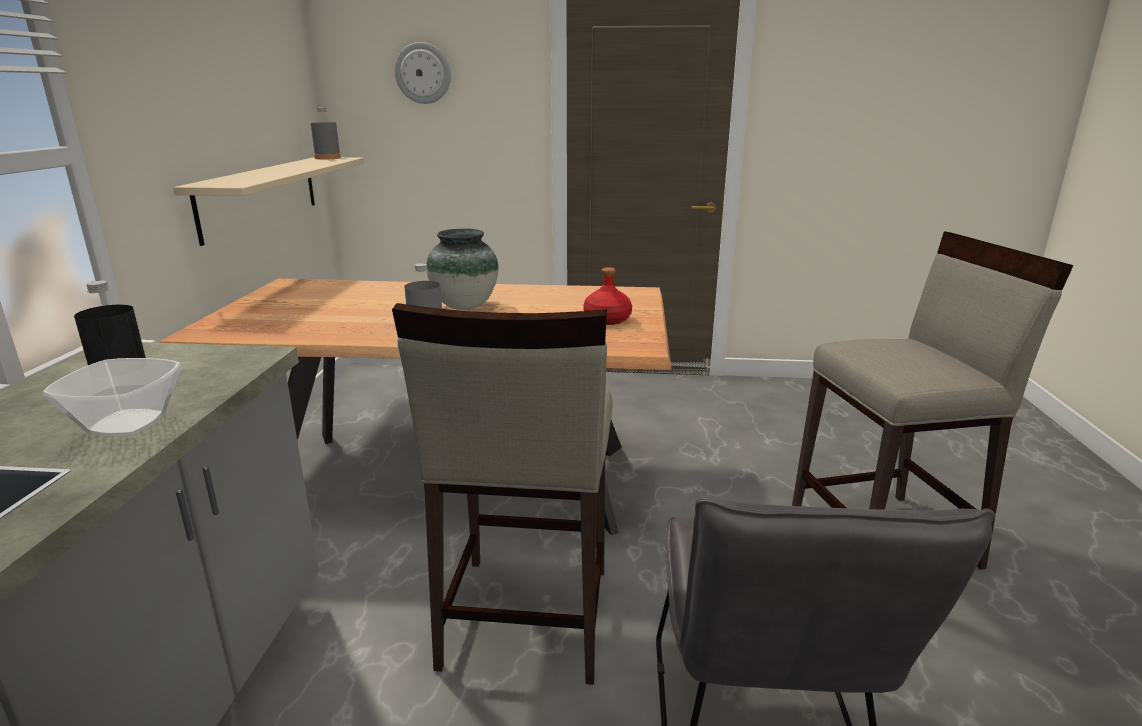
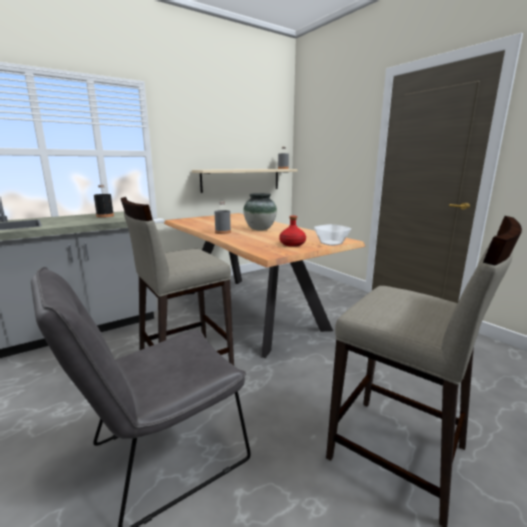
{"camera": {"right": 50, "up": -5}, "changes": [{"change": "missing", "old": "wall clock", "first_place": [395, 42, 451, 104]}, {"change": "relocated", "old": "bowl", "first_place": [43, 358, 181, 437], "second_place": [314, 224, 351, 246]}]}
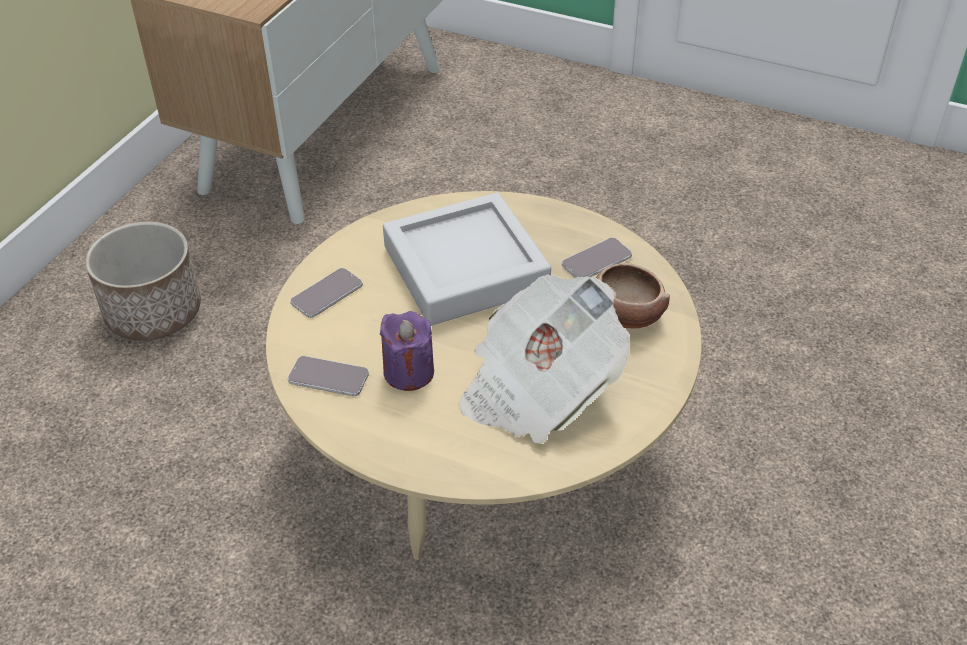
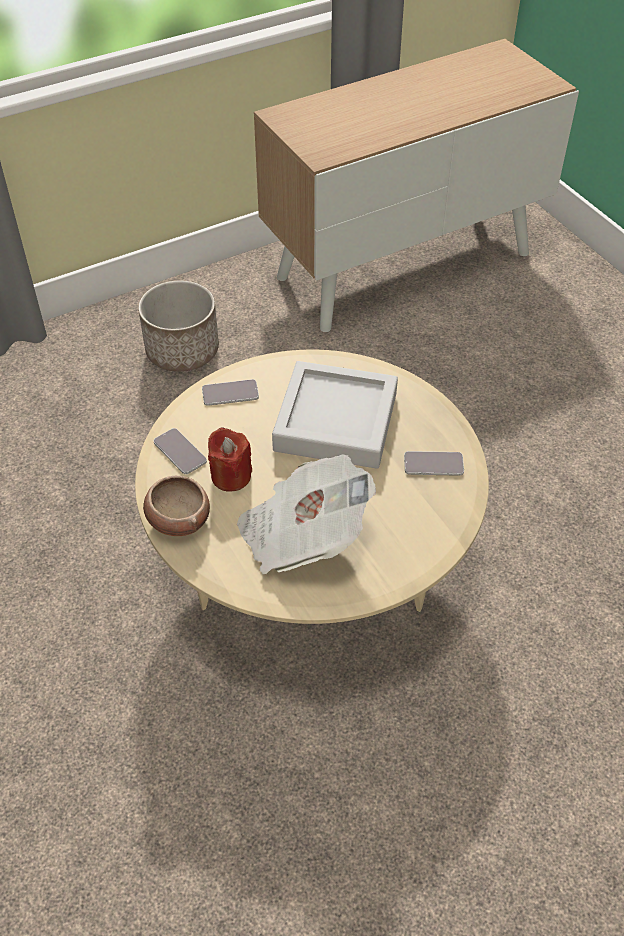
{"camera": {"right": 35, "up": 5}, "changes": [{"change": "relocated", "old": "bowl", "first_place": [596, 263, 670, 329], "second_place": [143, 476, 210, 536]}, {"change": "colour", "old": "purple candle", "new": "red candle", "first_place": [380, 311, 434, 391], "second_place": [208, 427, 252, 491]}]}
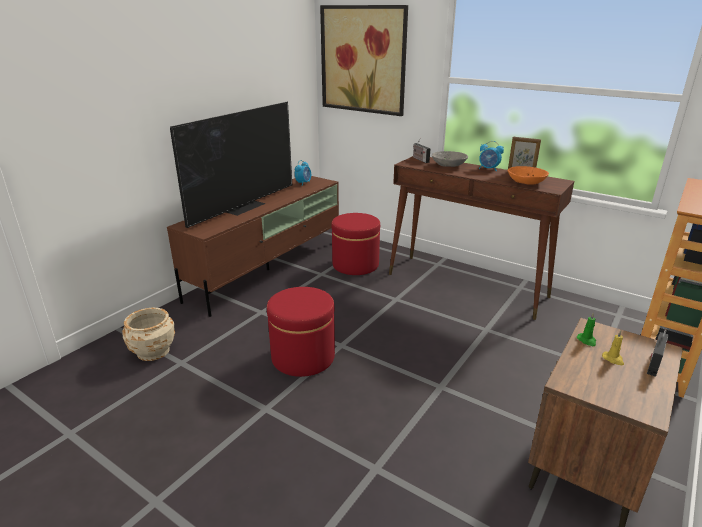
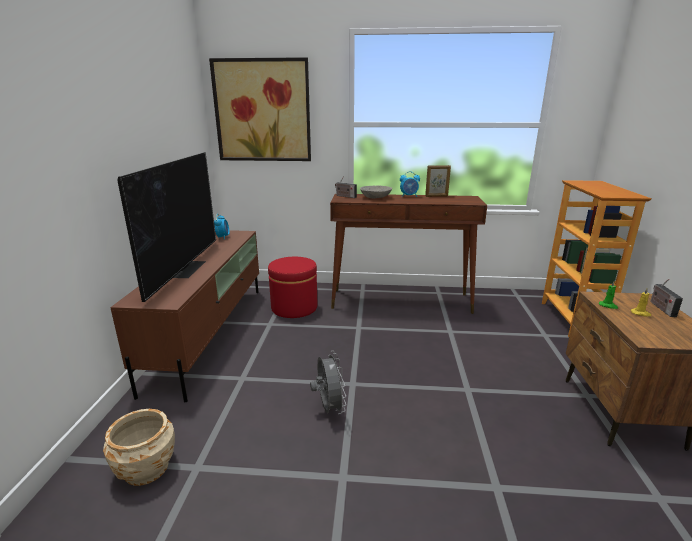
{"camera": {"right": -30, "up": -5}, "changes": [{"change": "missing", "old": "orange bowl", "first_place": [507, 166, 549, 185]}, {"change": "exchanged", "old": "red ottoman", "new": "grey fan", "first_place": [267, 287, 335, 377], "second_place": [310, 351, 346, 414]}]}
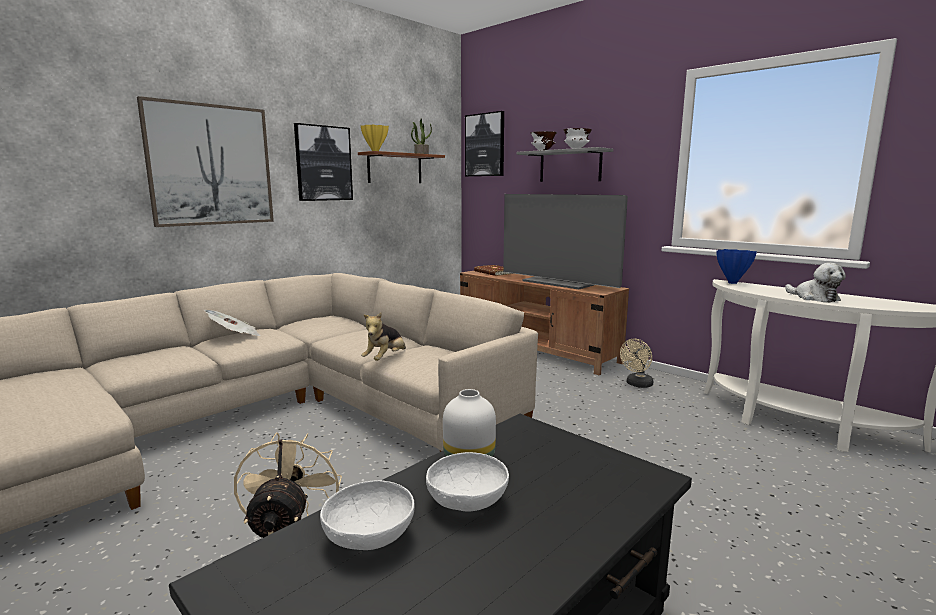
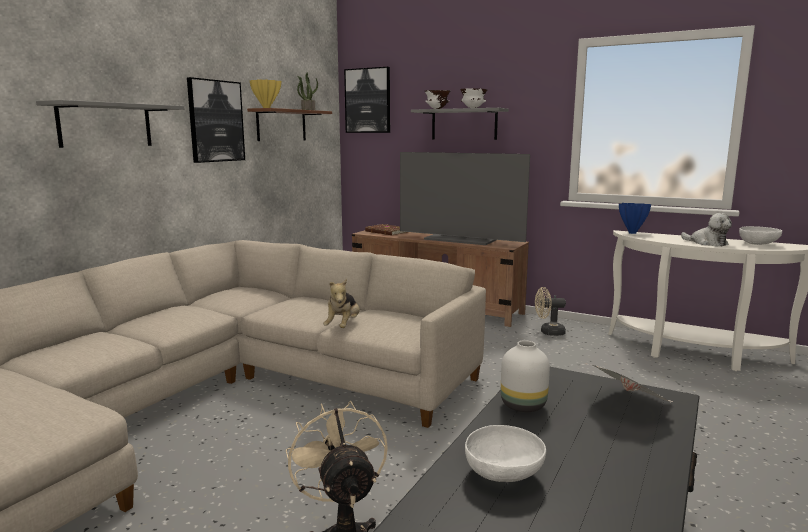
{"camera": {"right": -15, "up": 0}, "changes": [{"change": "relocated", "old": "newspaper", "first_place": [203, 310, 261, 336], "second_place": [589, 364, 673, 403]}, {"change": "relocated", "old": "white bowl", "first_place": [426, 452, 509, 511], "second_place": [739, 226, 782, 245]}, {"change": "exchanged", "old": "picture", "new": "grey shelf", "first_place": [137, 96, 274, 227], "second_place": [36, 100, 184, 148]}, {"change": "spun", "old": "beige fan", "first_place": [620, 339, 654, 388], "second_place": [535, 287, 566, 336], "degrees": 60}]}
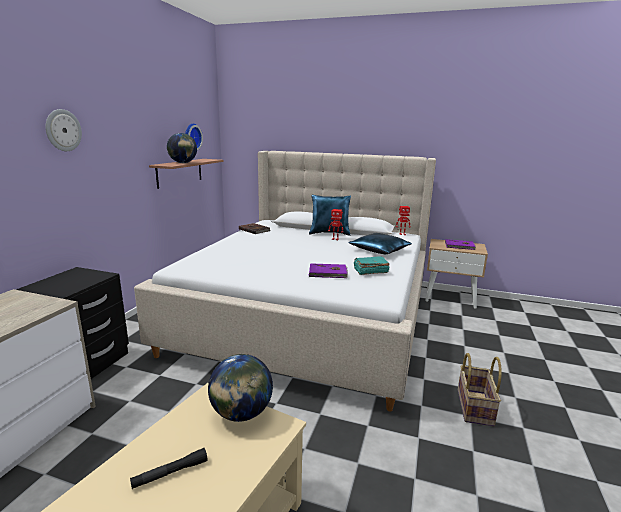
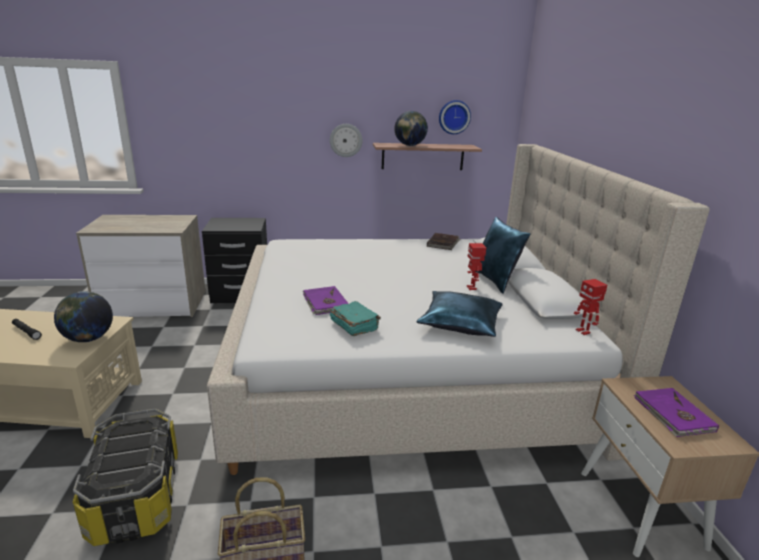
{"camera": {"right": 65, "up": 5}, "changes": [{"change": "appeared", "new": "storage box", "second_place": [73, 409, 178, 546]}, {"change": "relocated", "old": "wall clock", "first_place": [46, 109, 82, 151], "second_place": [330, 124, 362, 157]}]}
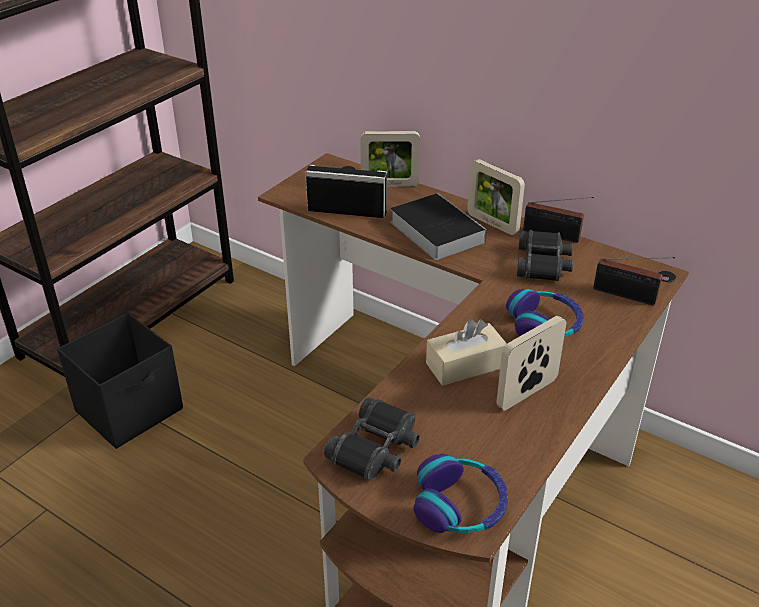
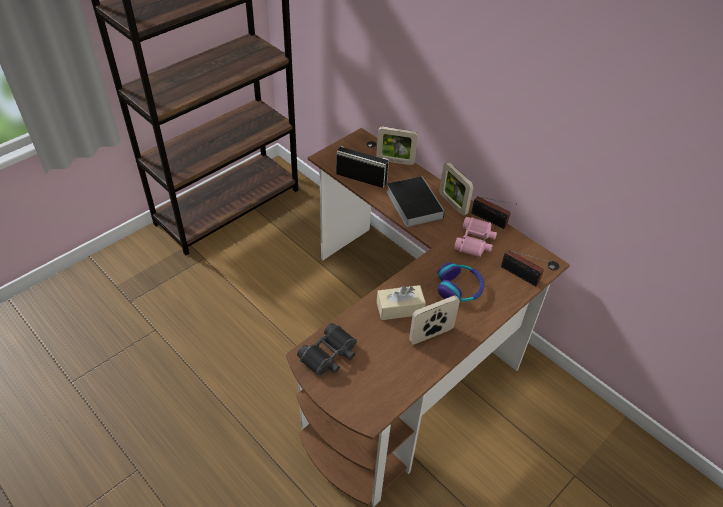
{"camera": {"right": 10, "up": 10}, "changes": [{"change": "missing", "old": "black storage box", "first_place": [57, 313, 183, 449]}, {"change": "missing", "old": "headphones", "first_place": [413, 454, 508, 533]}, {"change": "colour", "old": "black binoculars", "new": "pink binoculars", "first_place": [517, 230, 573, 281], "second_place": [454, 217, 497, 257]}]}
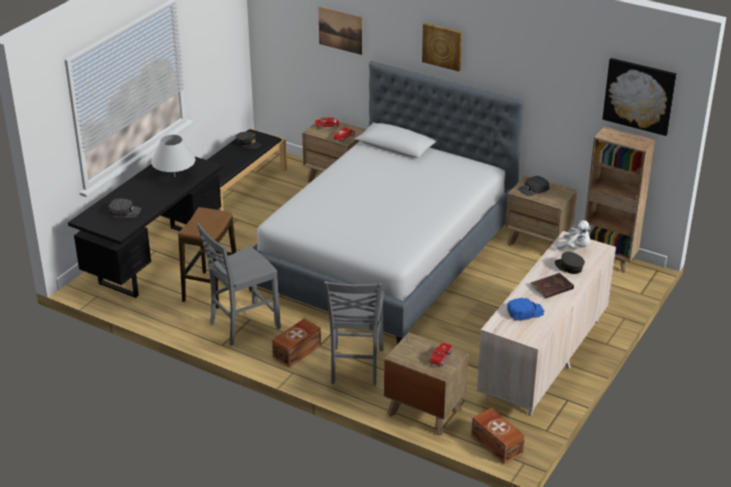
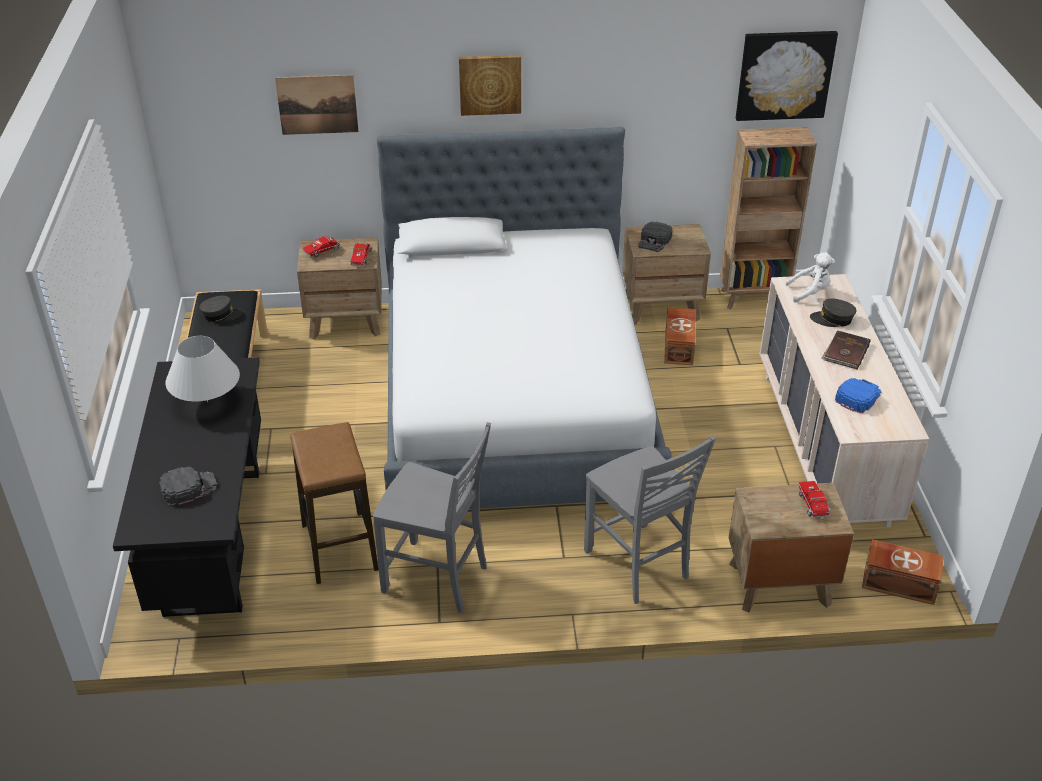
{"camera": {"right": -35, "up": 5}, "changes": [{"change": "relocated", "old": "brown storage box", "first_place": [272, 319, 321, 367], "second_place": [664, 307, 696, 365]}, {"change": "spun", "old": "grey chair", "first_place": [197, 223, 281, 346], "second_place": [373, 422, 491, 613], "degrees": -90}]}
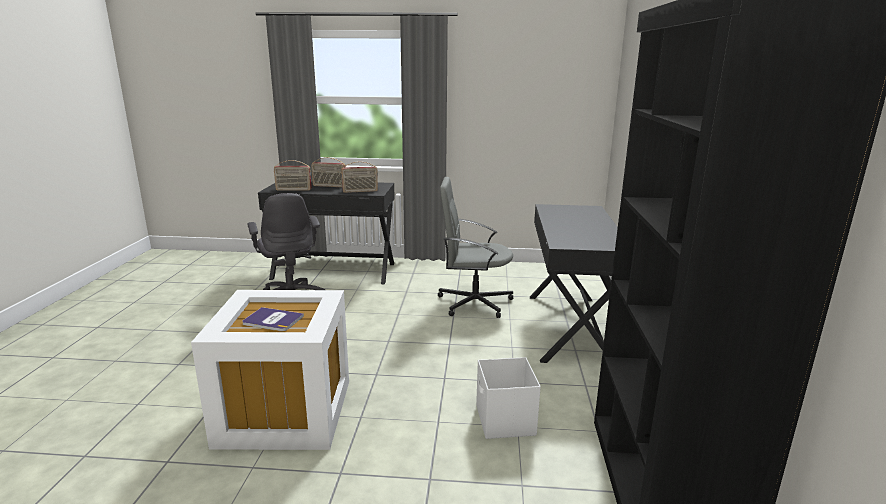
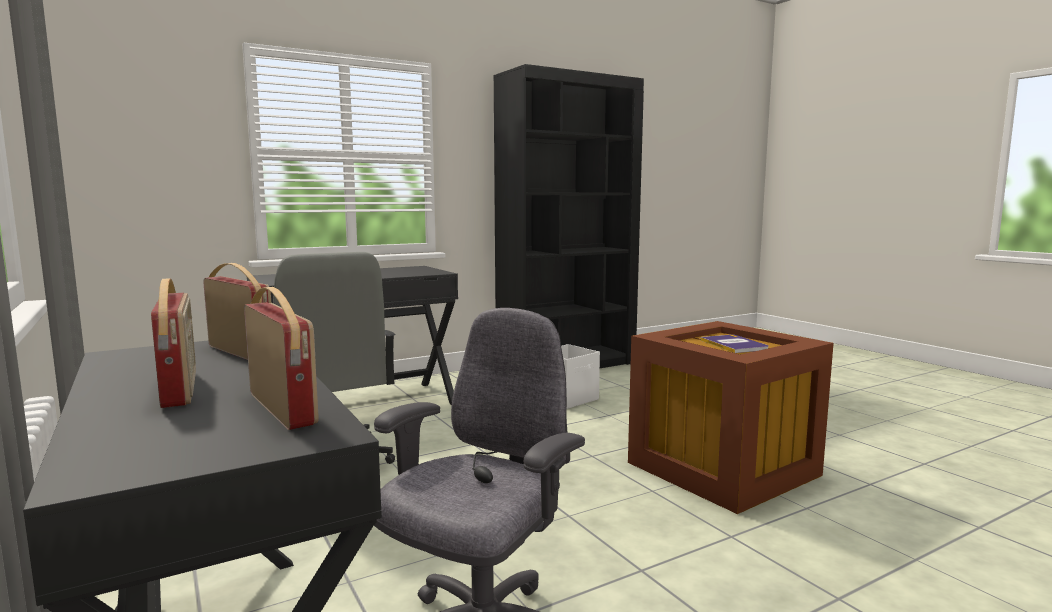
{"camera": {"right": -125, "up": -10}, "changes": [{"change": "colour", "old": "white storage box", "new": "brown storage box", "first_place": [191, 290, 349, 450], "second_place": [628, 321, 834, 514]}]}
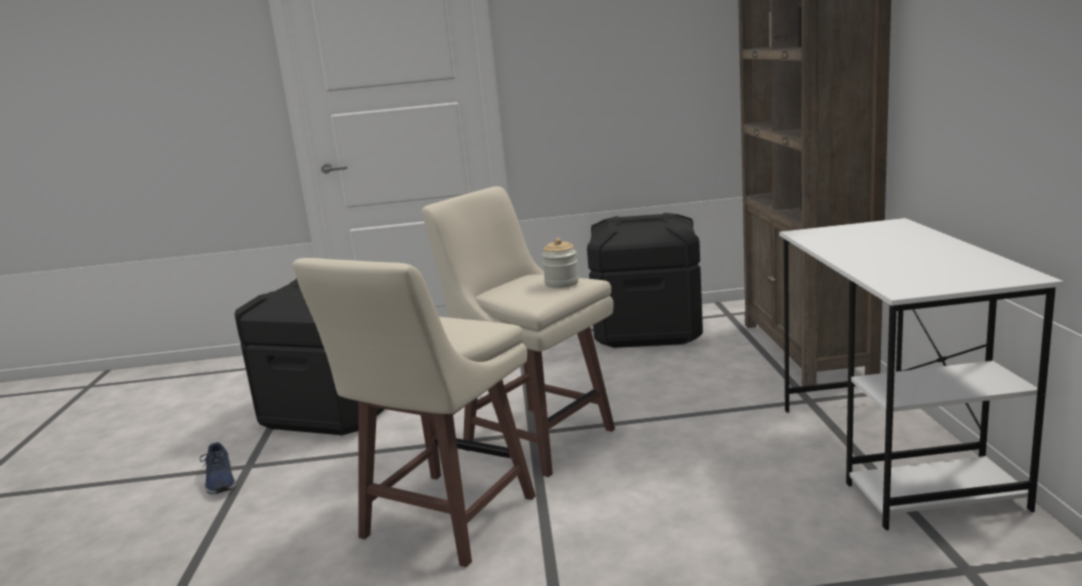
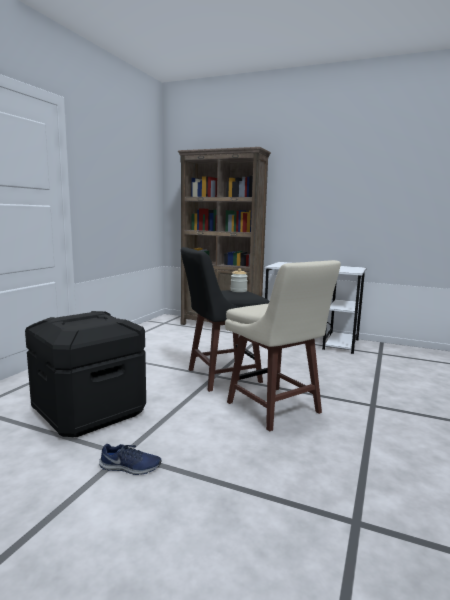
{"camera": {"right": -65, "up": -5}, "changes": [{"change": "missing", "old": "black storage box", "first_place": [587, 213, 703, 348]}, {"change": "colour", "old": "beige stool", "new": "black stool", "first_place": [422, 186, 615, 477], "second_place": [181, 247, 269, 392]}]}
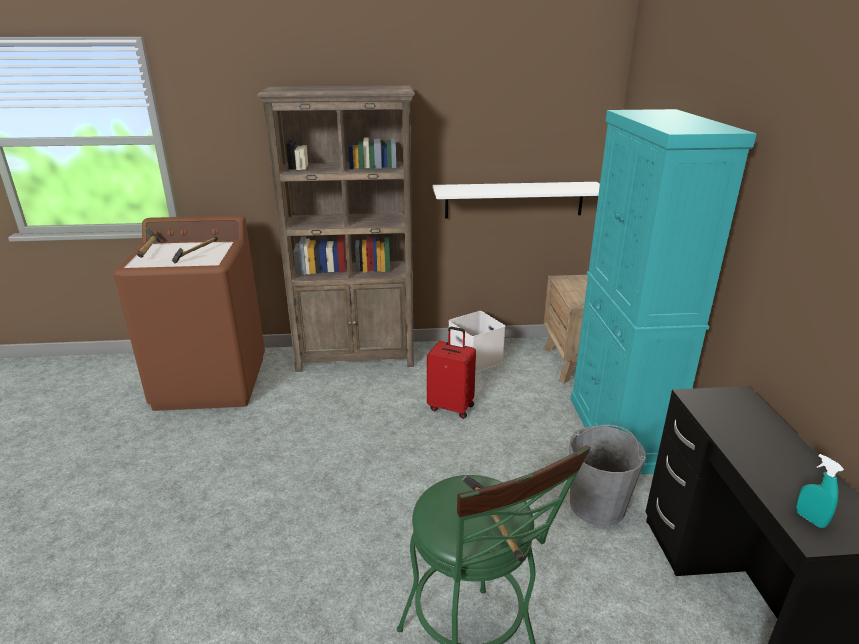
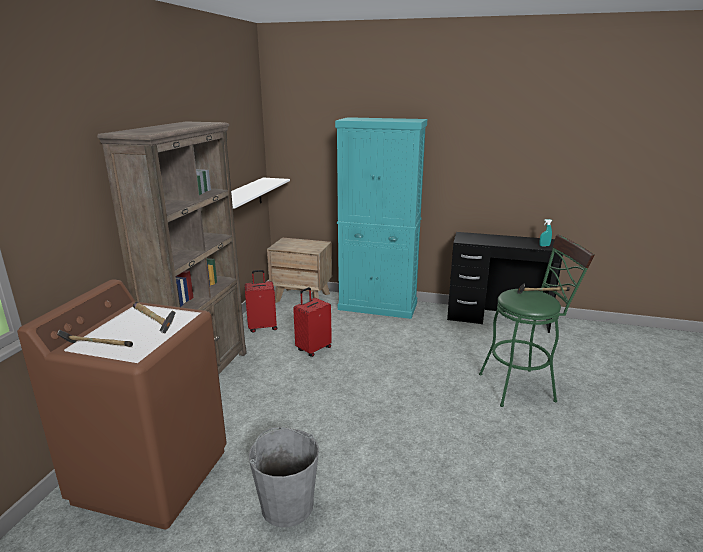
{"camera": {"right": -70, "up": -5}, "changes": [{"change": "relocated", "old": "grey bucket", "first_place": [569, 425, 646, 526], "second_place": [248, 427, 319, 527]}, {"change": "exchanged", "old": "white storage box", "new": "red suitcase", "first_place": [449, 311, 505, 373], "second_place": [245, 270, 277, 333]}]}
